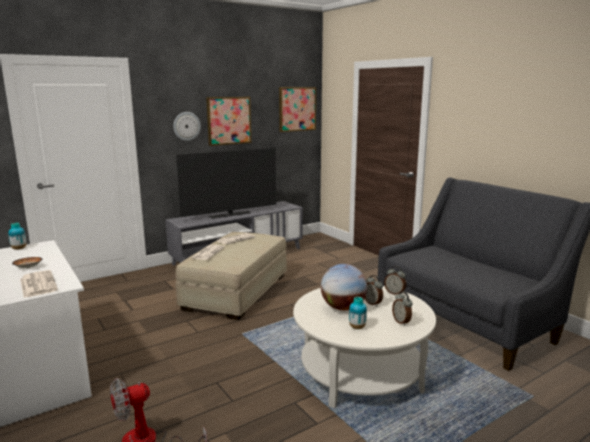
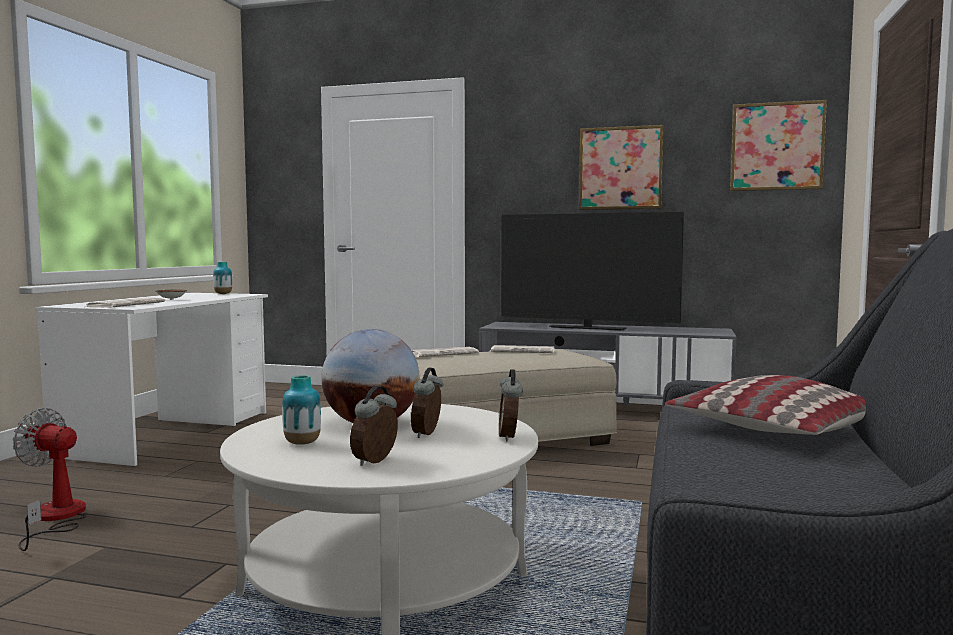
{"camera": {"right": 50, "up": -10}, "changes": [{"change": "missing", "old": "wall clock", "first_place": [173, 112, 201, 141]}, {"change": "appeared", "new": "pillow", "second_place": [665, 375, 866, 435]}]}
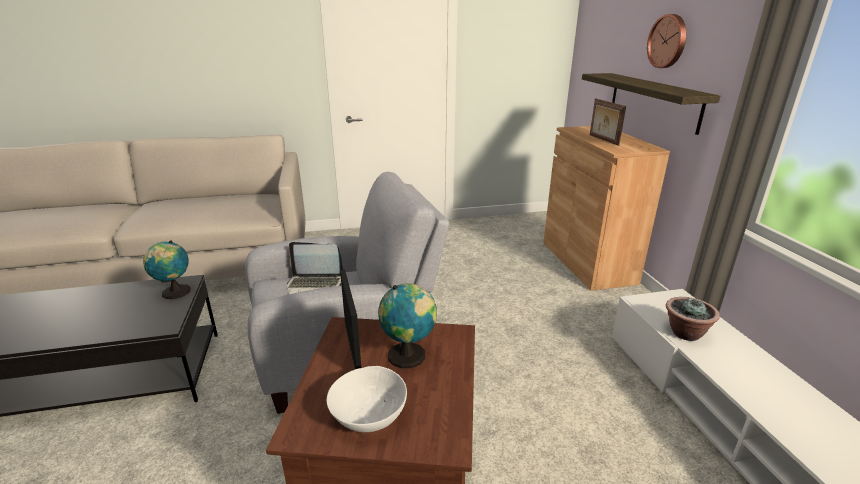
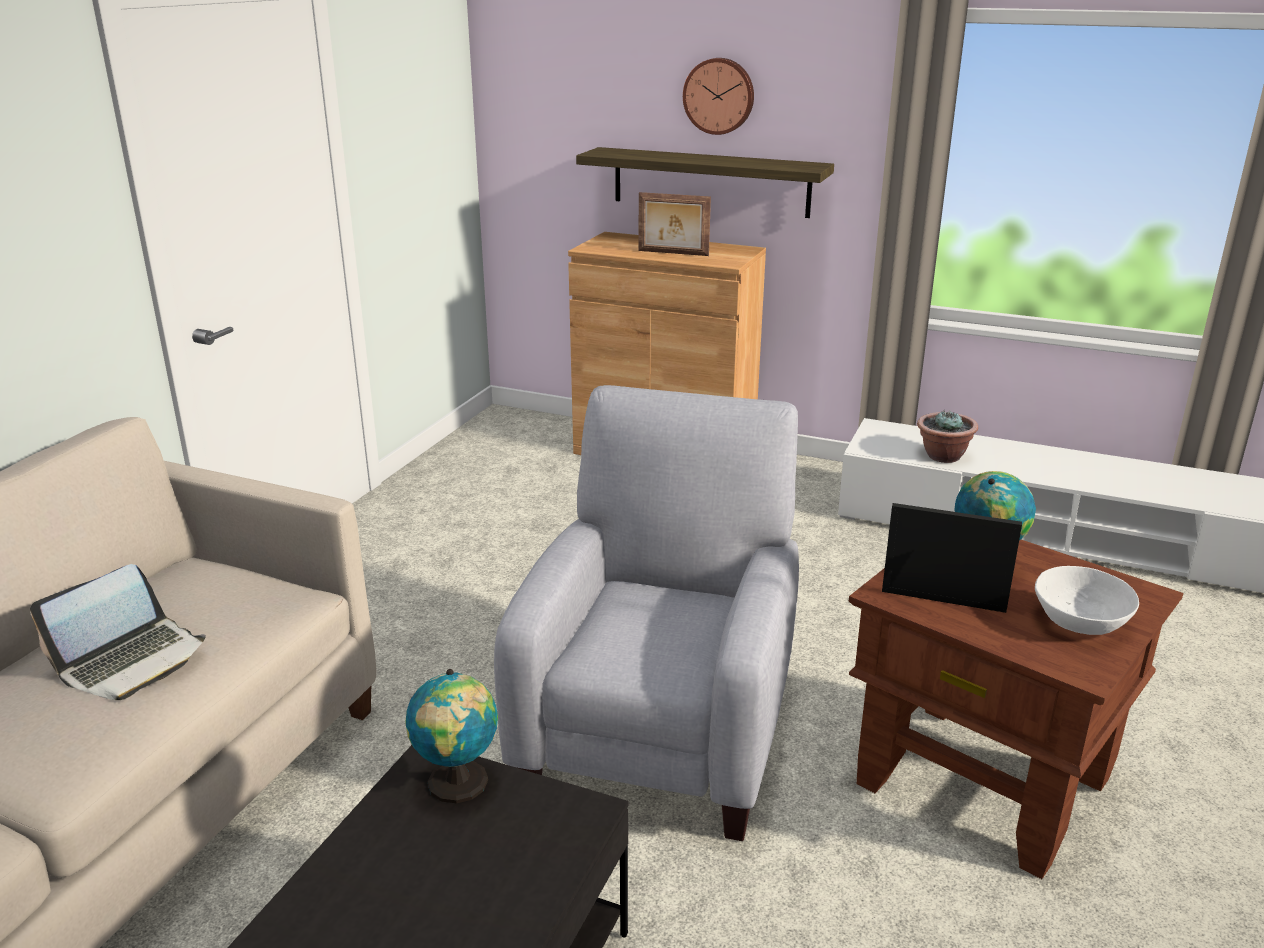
{"camera": {"right": -55, "up": 0}, "changes": [{"change": "relocated", "old": "laptop", "first_place": [287, 242, 343, 295], "second_place": [30, 564, 206, 700]}]}
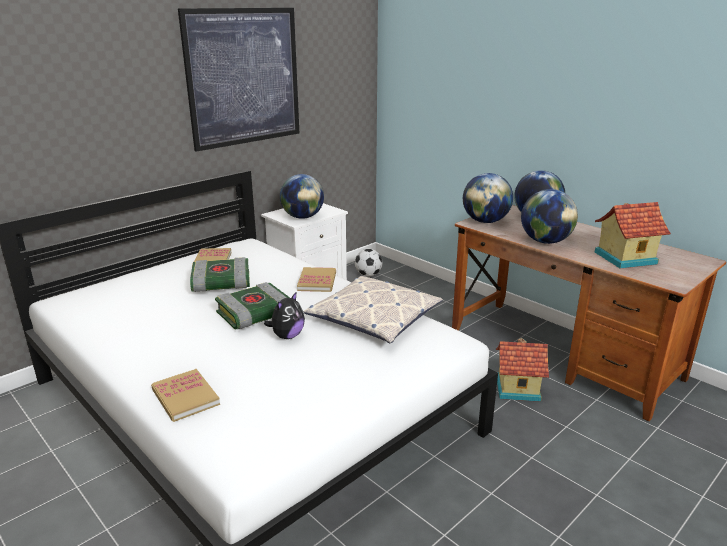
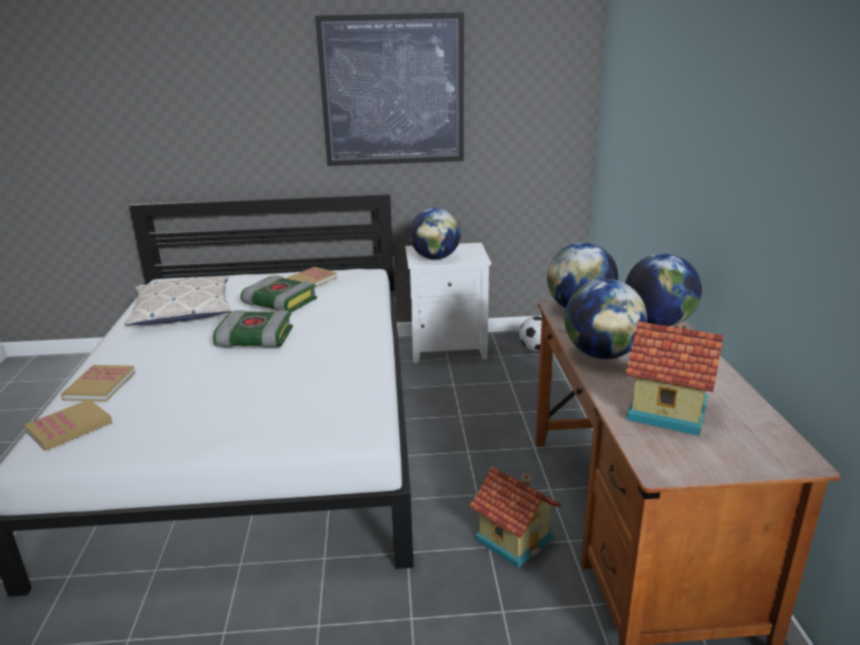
{"camera": {"right": 40, "up": 0}, "changes": [{"change": "missing", "old": "plush toy", "first_place": [264, 291, 305, 339]}, {"change": "relocated", "old": "book", "first_place": [297, 267, 336, 292], "second_place": [24, 399, 112, 451]}, {"change": "relocated", "old": "pillow", "first_place": [304, 276, 443, 343], "second_place": [124, 276, 231, 326]}]}
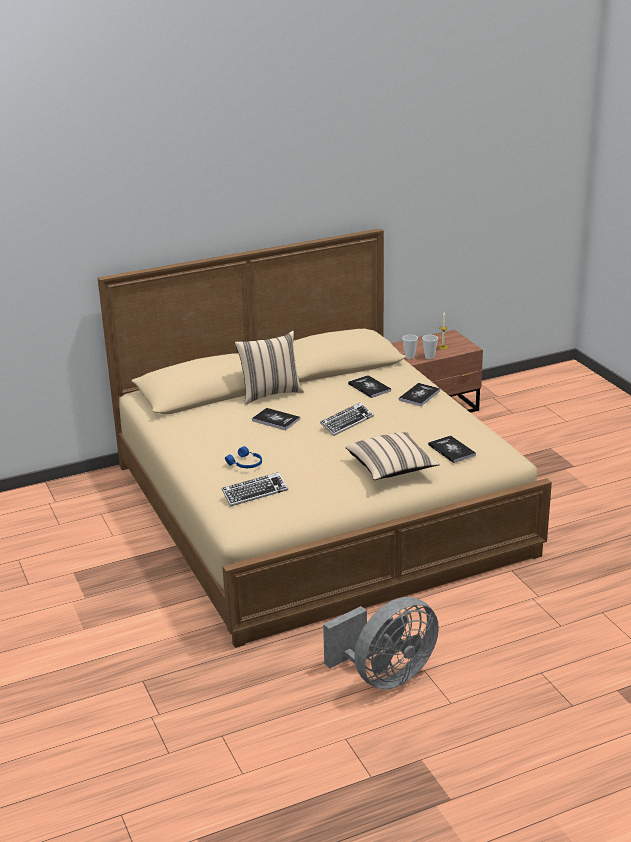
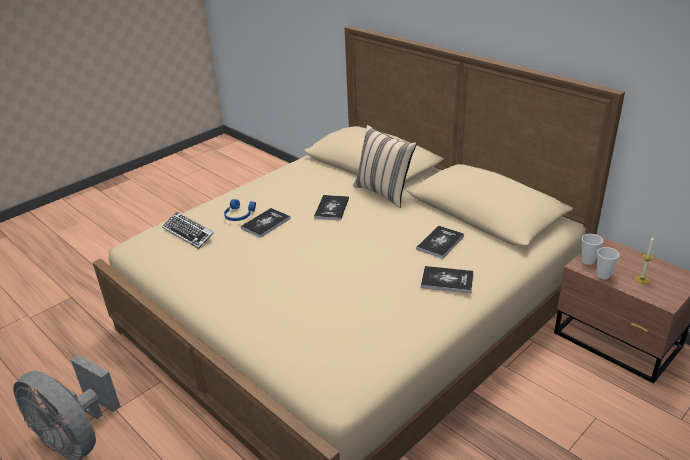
{"camera": {"right": 70, "up": 5}, "changes": [{"change": "missing", "old": "keyboard", "first_place": [320, 402, 374, 436]}, {"change": "missing", "old": "beige pillow", "first_place": [346, 432, 440, 480]}, {"change": "relocated", "old": "book", "first_place": [428, 435, 476, 463], "second_place": [241, 208, 291, 238]}]}
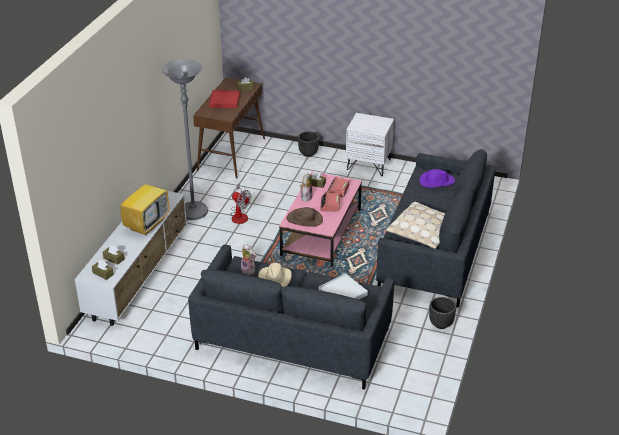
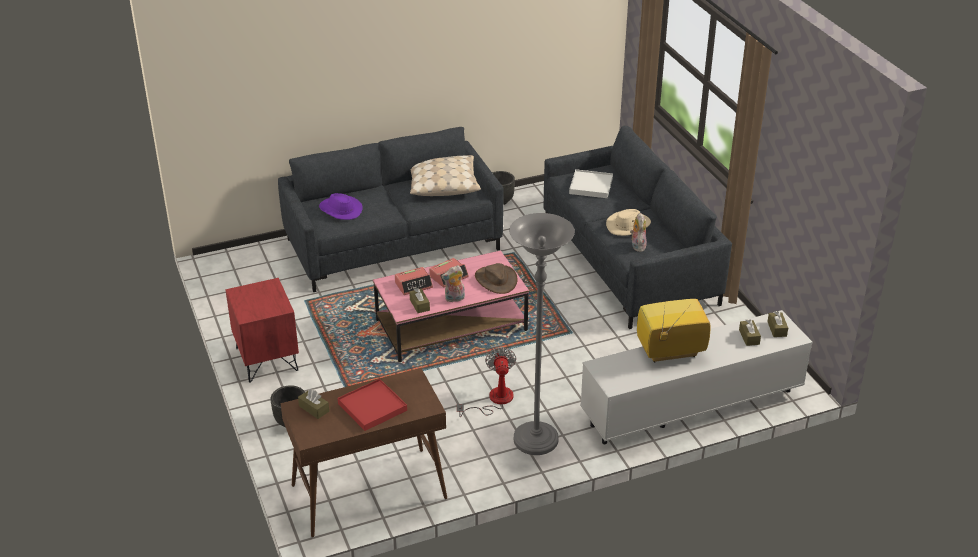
{"camera": {"right": -130, "up": 0}, "changes": [{"change": "colour", "old": "white nightstand", "new": "red nightstand", "first_place": [346, 113, 394, 176], "second_place": [225, 278, 299, 382]}]}
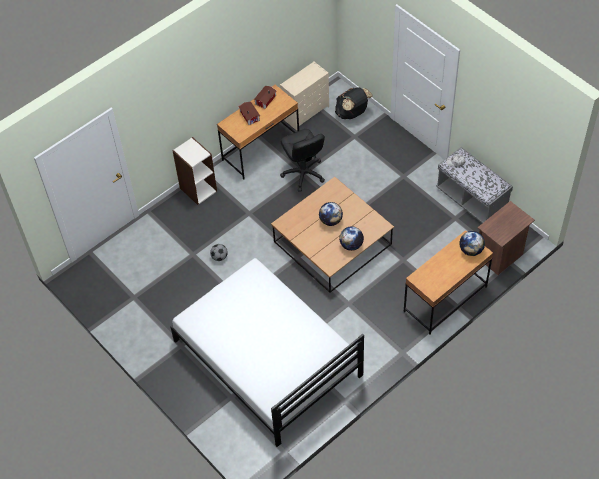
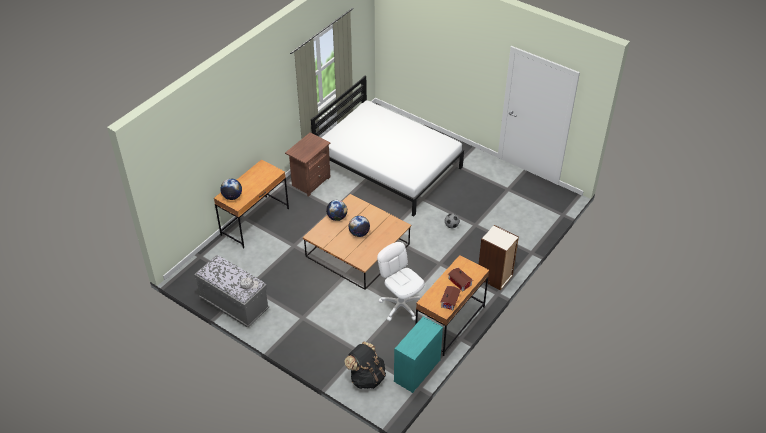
{"camera": {"right": 165, "up": -10}, "changes": [{"change": "relocated", "old": "brown nightstand", "first_place": [478, 201, 535, 275], "second_place": [285, 133, 331, 197]}, {"change": "colour", "old": "beige dresser", "new": "turquoise dresser", "first_place": [280, 61, 329, 130], "second_place": [394, 316, 443, 393]}, {"change": "colour", "old": "black office chair", "new": "white office chair", "first_place": [280, 129, 325, 192], "second_place": [377, 242, 425, 321]}]}
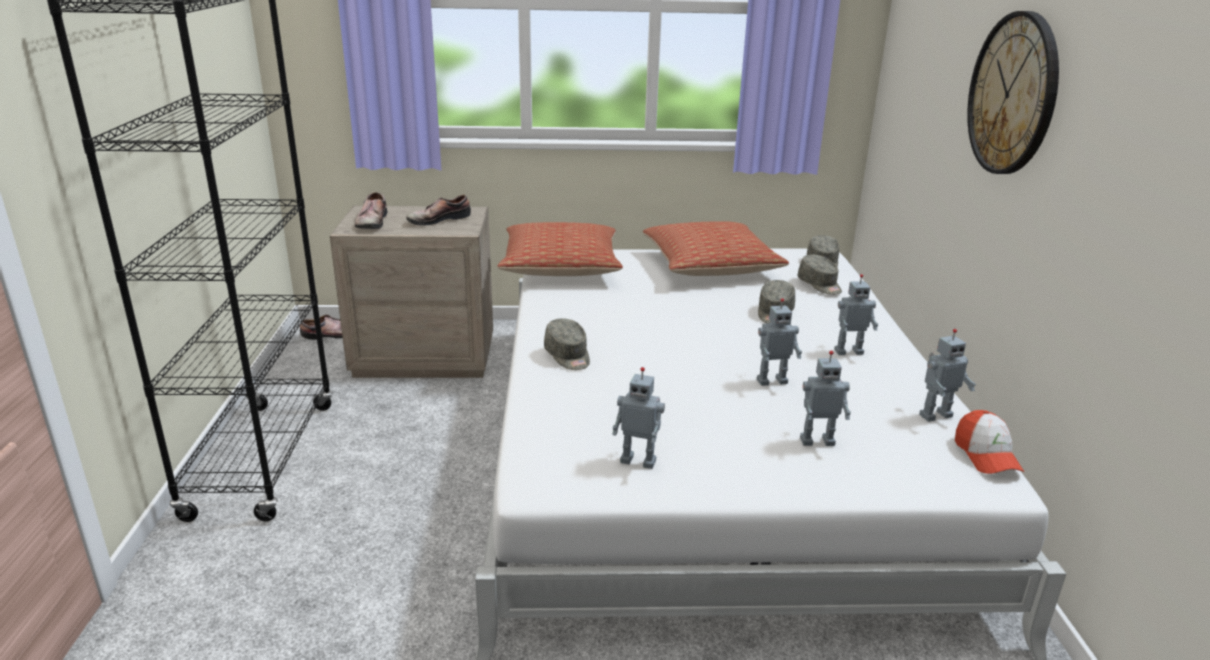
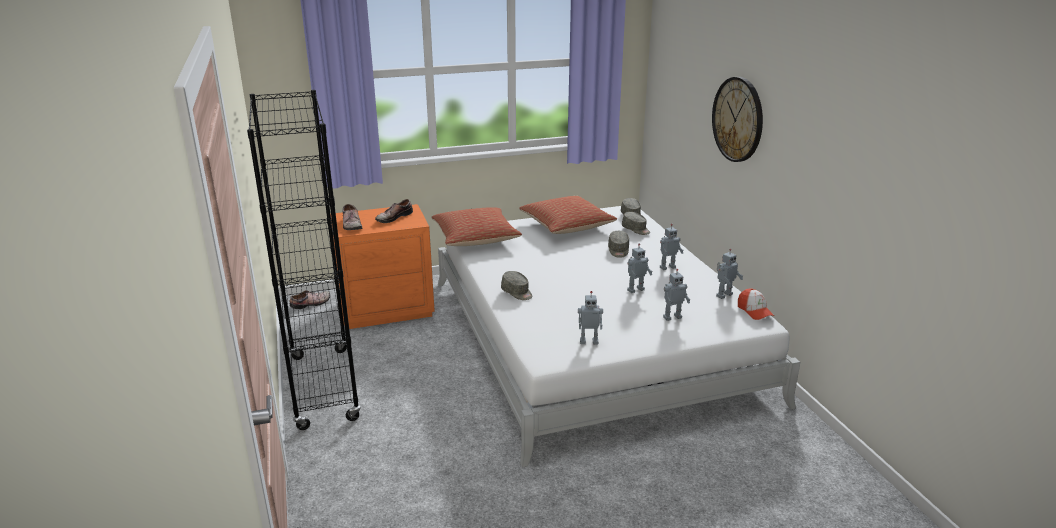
{"camera": {"right": -15, "up": 0}, "changes": [{"change": "colour", "old": "beige nightstand", "new": "orange nightstand", "first_place": [330, 206, 493, 378], "second_place": [331, 204, 435, 329]}]}
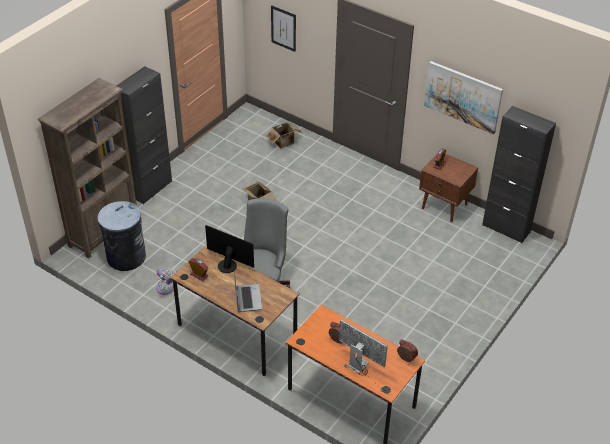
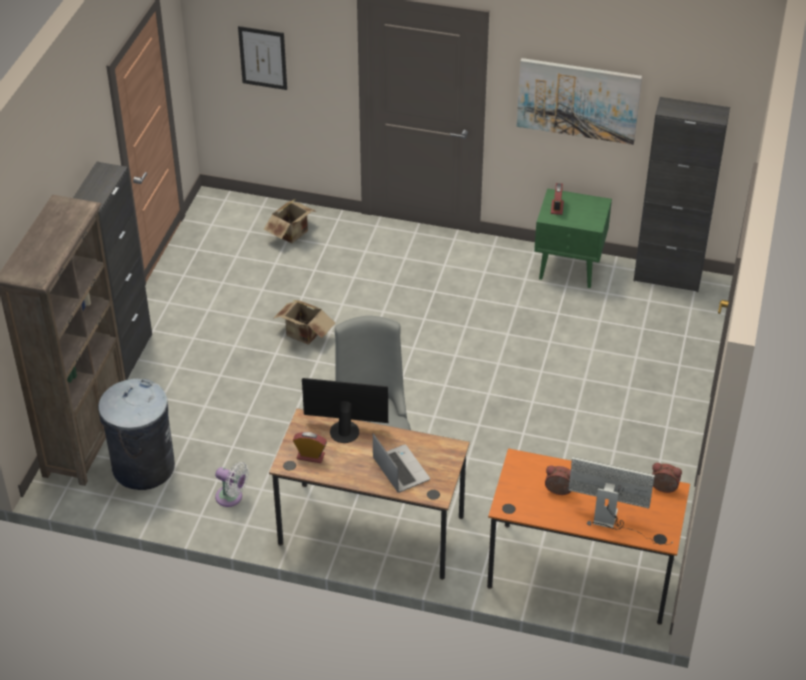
{"camera": {"right": -20, "up": 0}, "changes": [{"change": "colour", "old": "brown nightstand", "new": "green nightstand", "first_place": [419, 154, 478, 222], "second_place": [534, 188, 612, 288]}]}
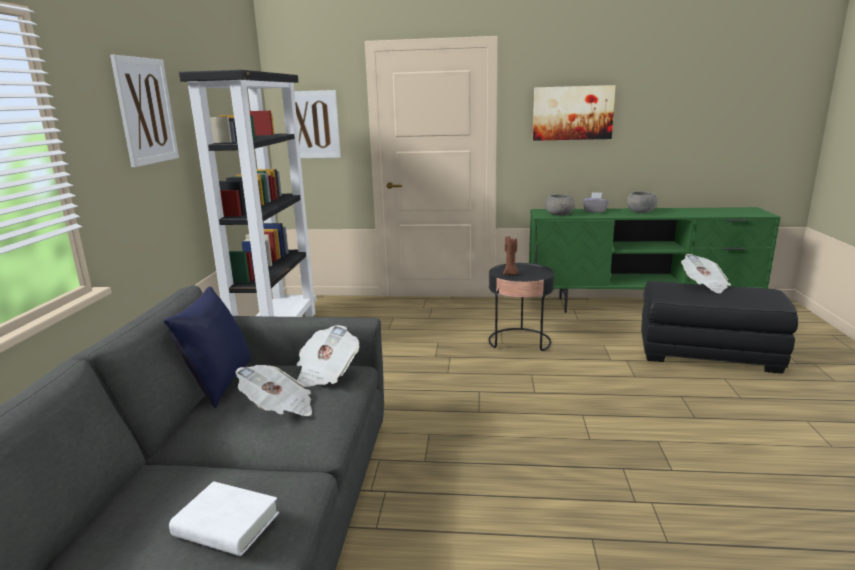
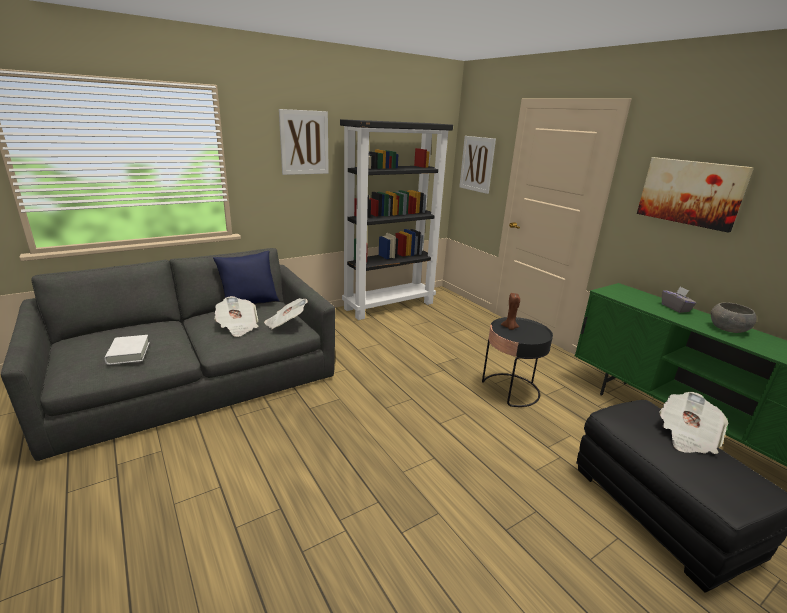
{"camera": {"right": 50, "up": 5}, "changes": [{"change": "missing", "old": "grey bowl", "first_place": [545, 194, 575, 216]}]}
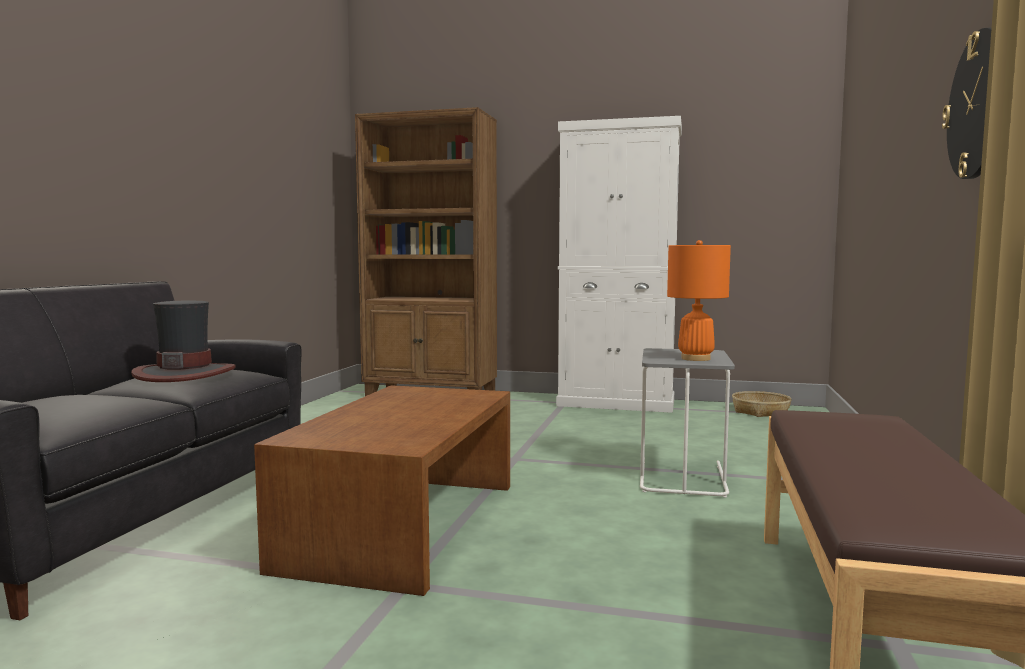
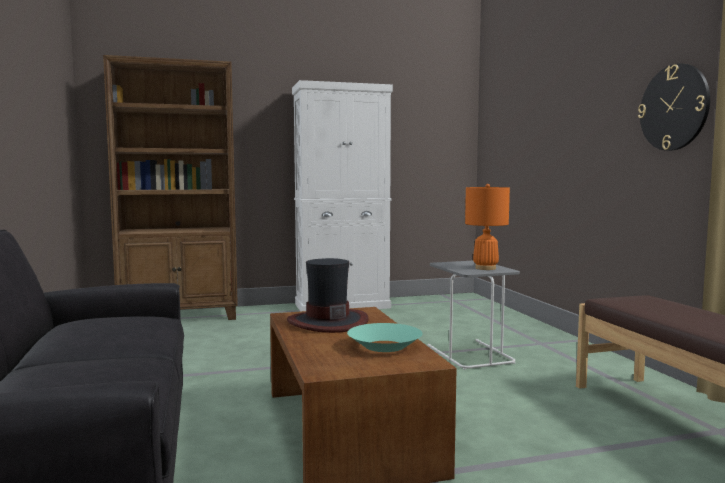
{"camera": {"right": -30, "up": 0}, "changes": [{"change": "missing", "old": "basket", "first_place": [732, 391, 792, 417]}, {"change": "appeared", "new": "turquoise bowl", "second_place": [347, 323, 423, 352]}, {"change": "relocated", "old": "hat", "first_place": [131, 301, 236, 382], "second_place": [287, 258, 369, 333]}]}
